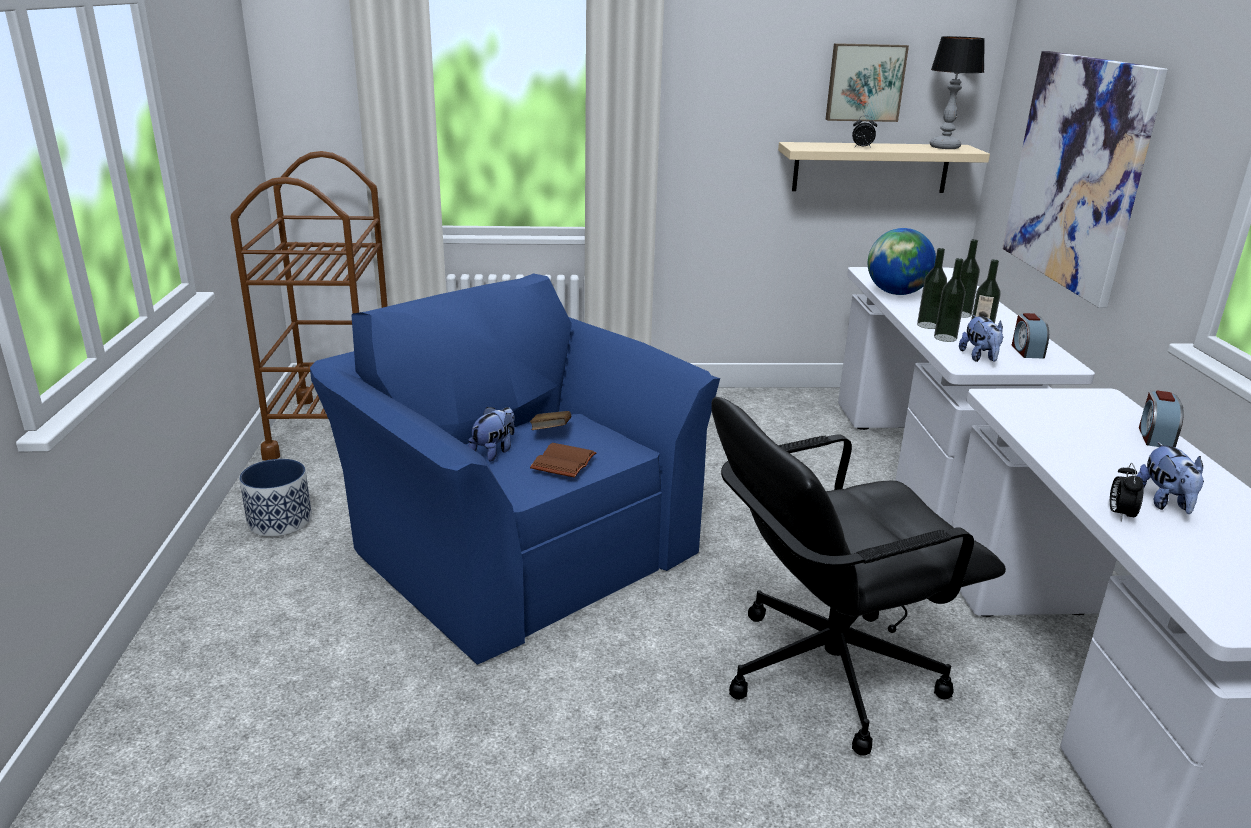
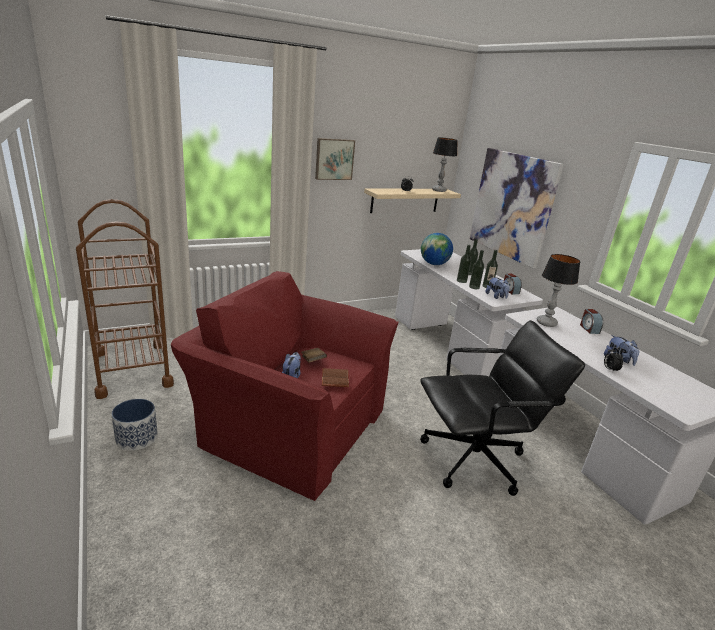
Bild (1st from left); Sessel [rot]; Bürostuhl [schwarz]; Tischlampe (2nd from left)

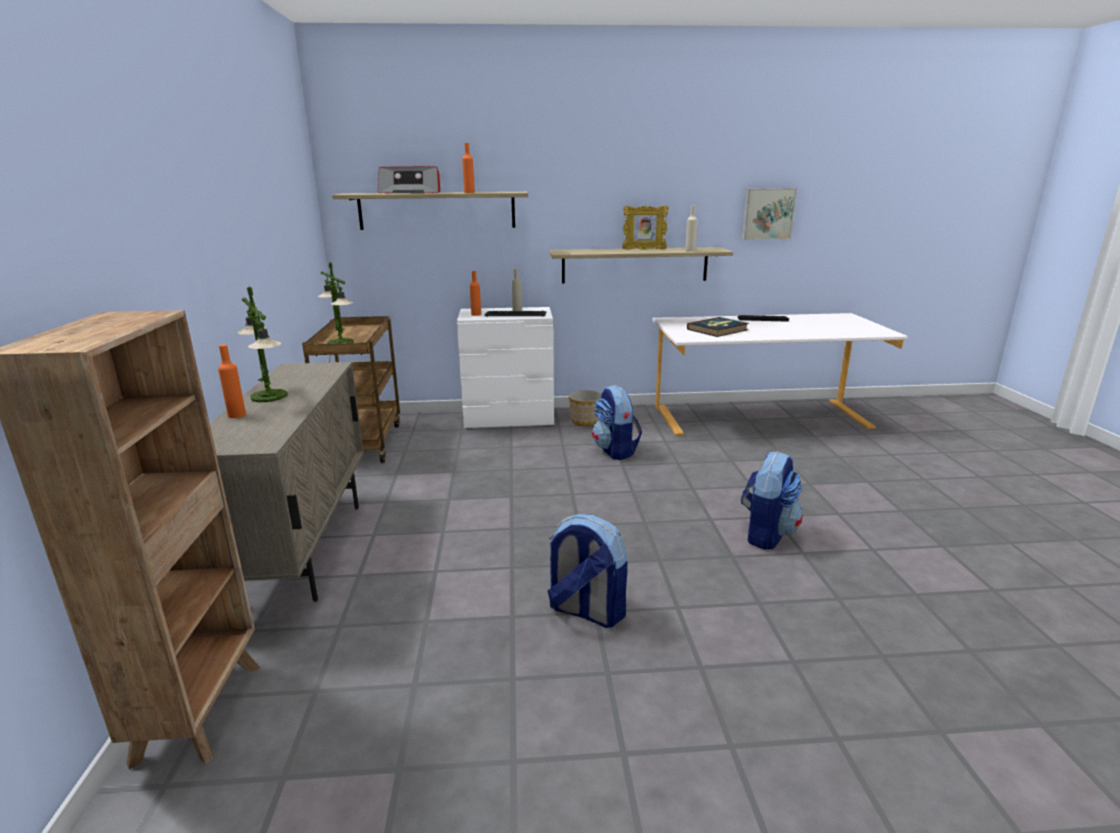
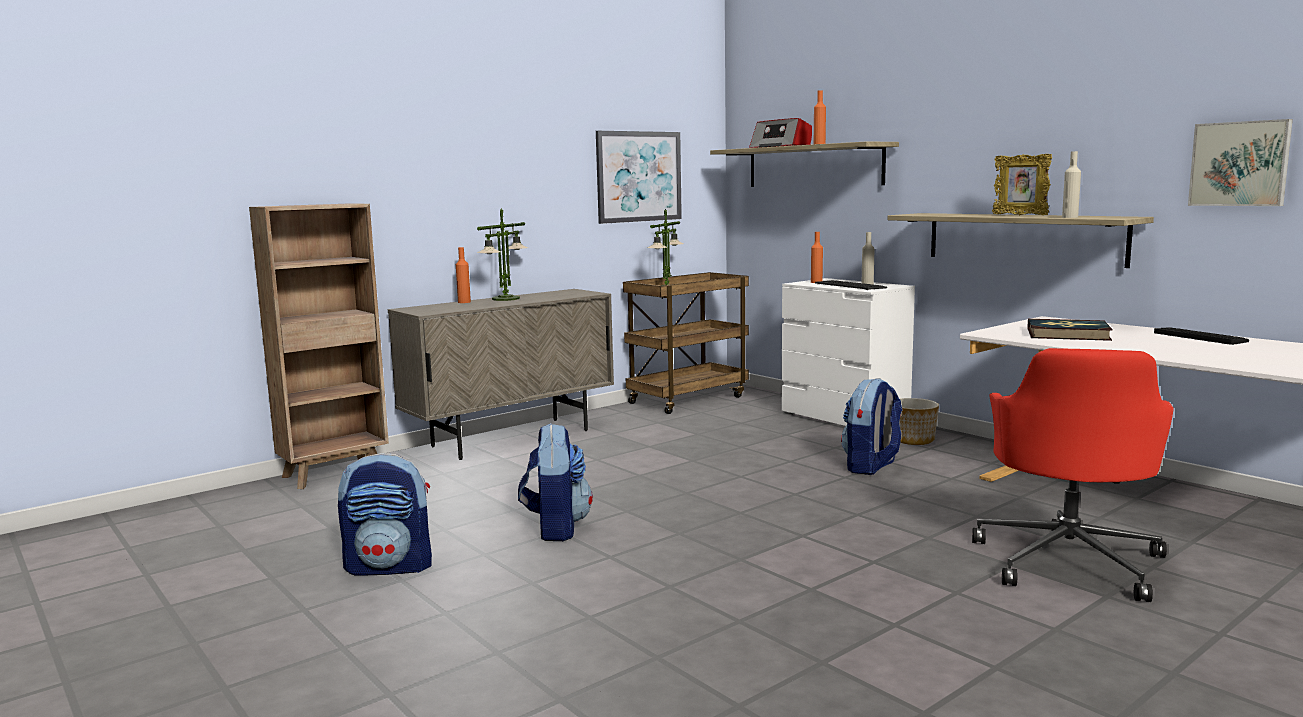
Rucksack (1st from left); Bild (1st from left); Bürostuhl [rot]

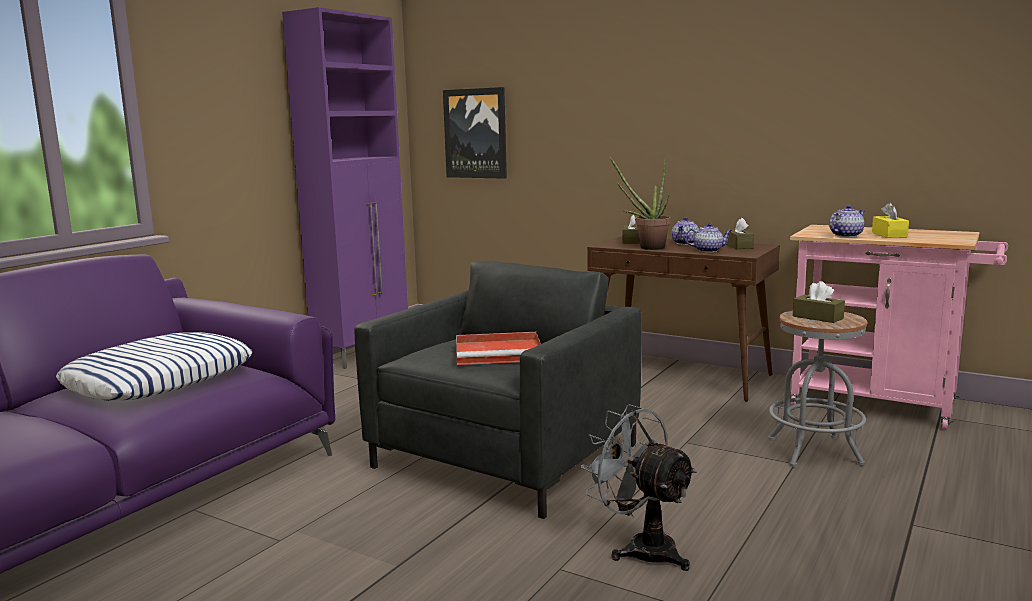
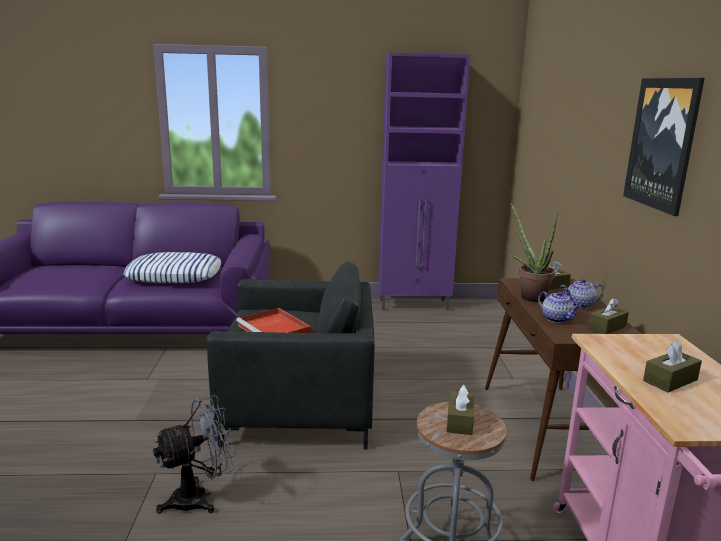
Bild; Taschentuchbox [braun] (4th from left); Teekanne (3rd from left in the first image); Ventilator [grau]

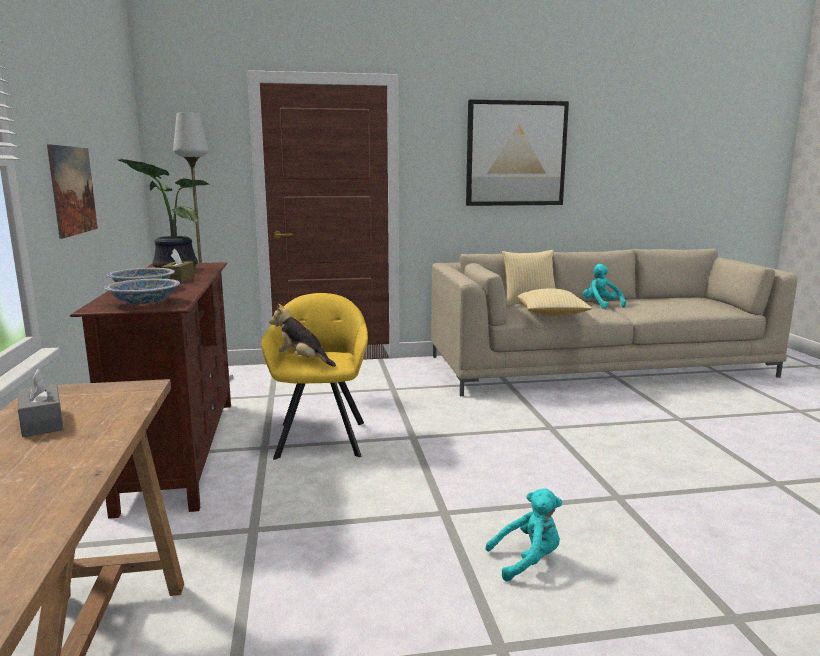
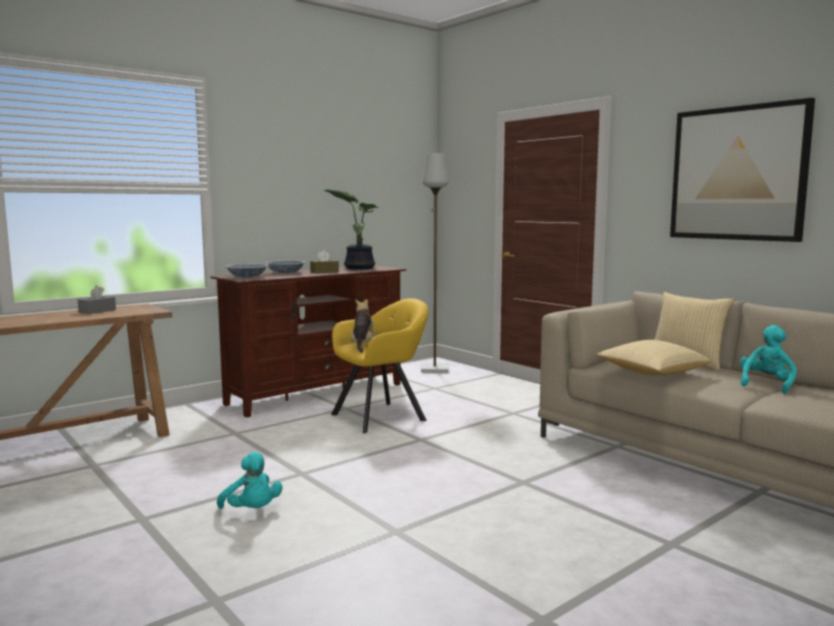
Bild (1st from left in the first image)

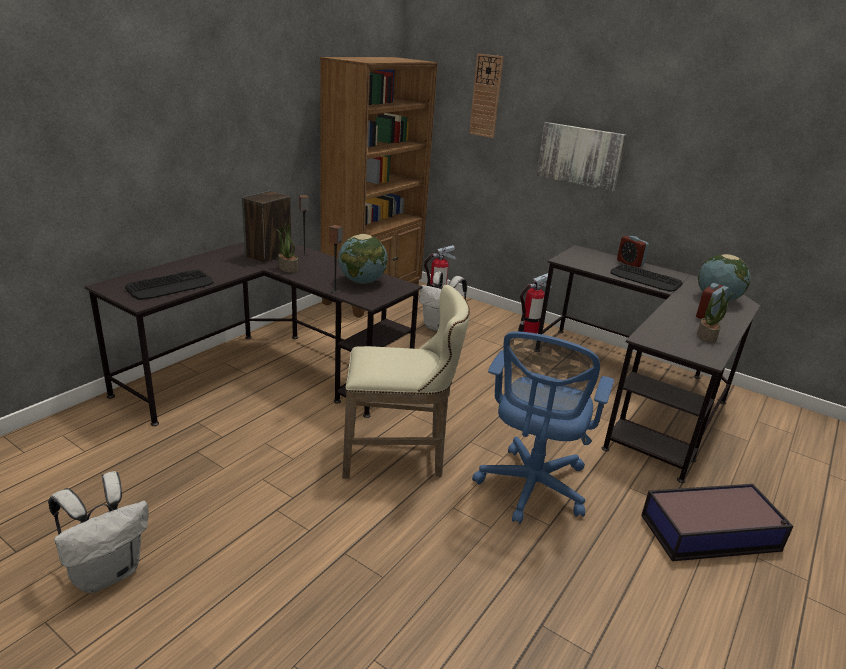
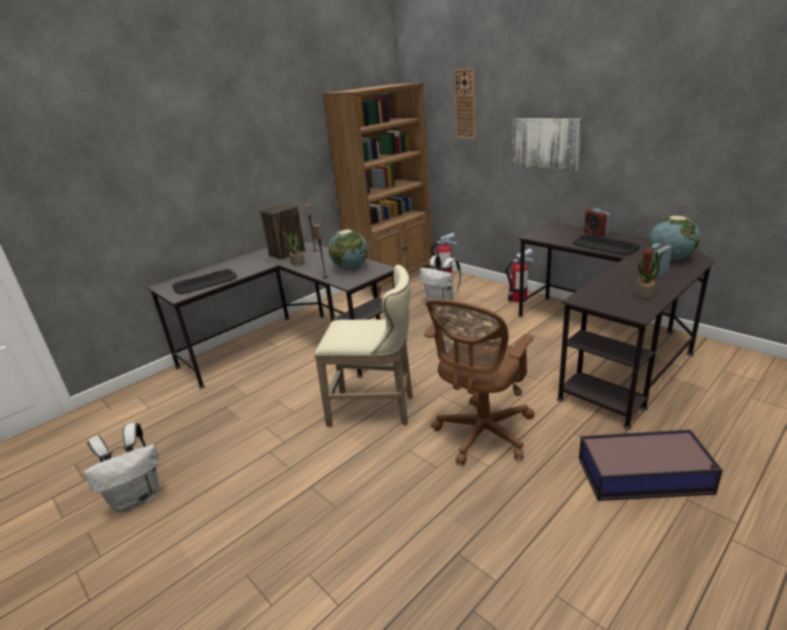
Bürostuhl [braun]

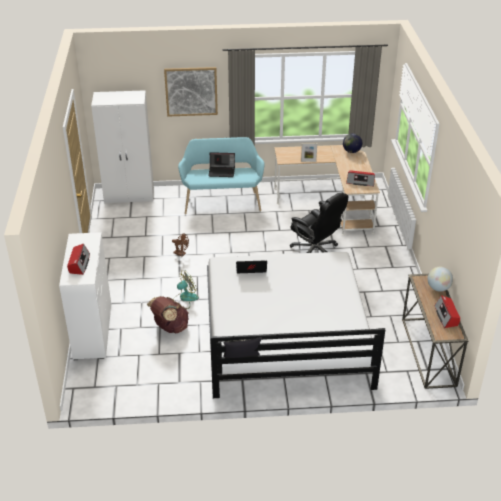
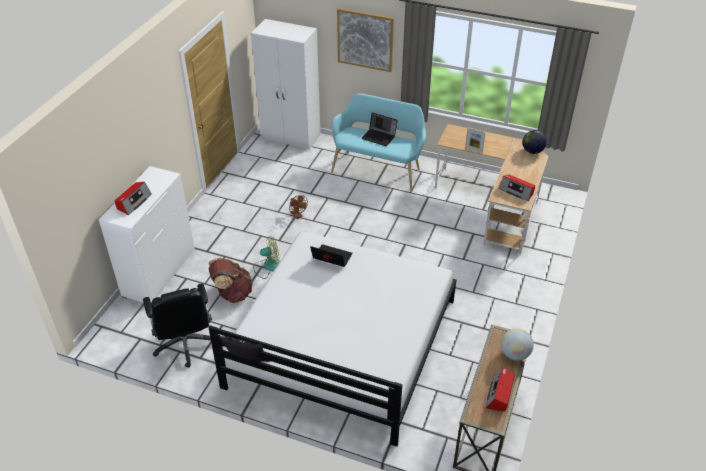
Bürostuhl [schwarz]

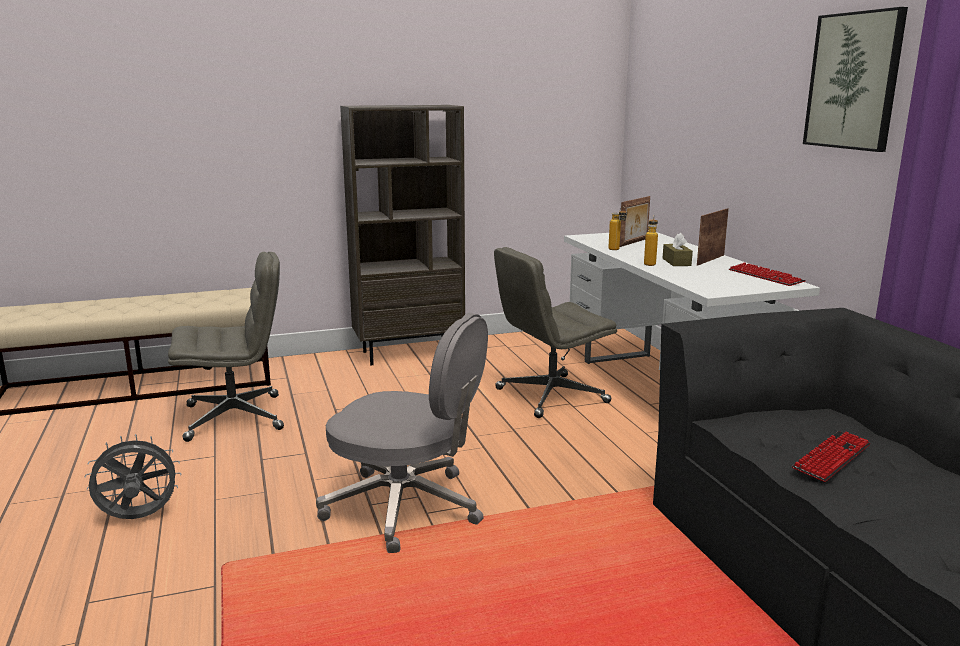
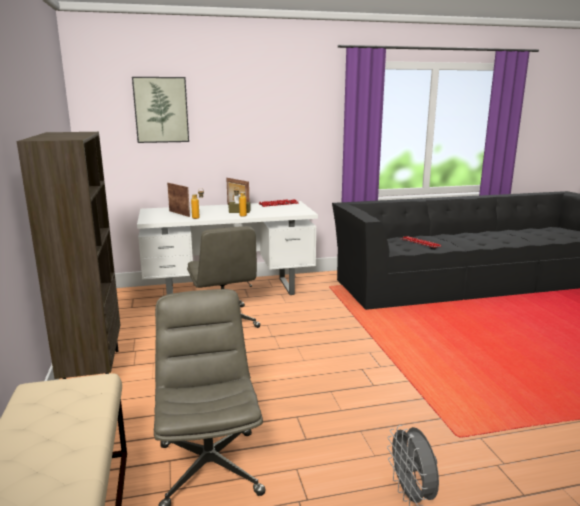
Bild; Bürostuhl [grau] (2nd from left in the first image)

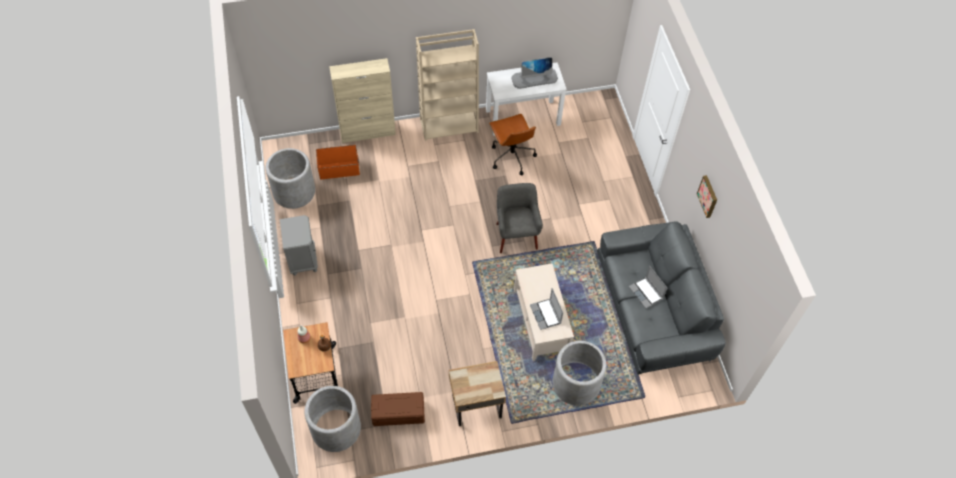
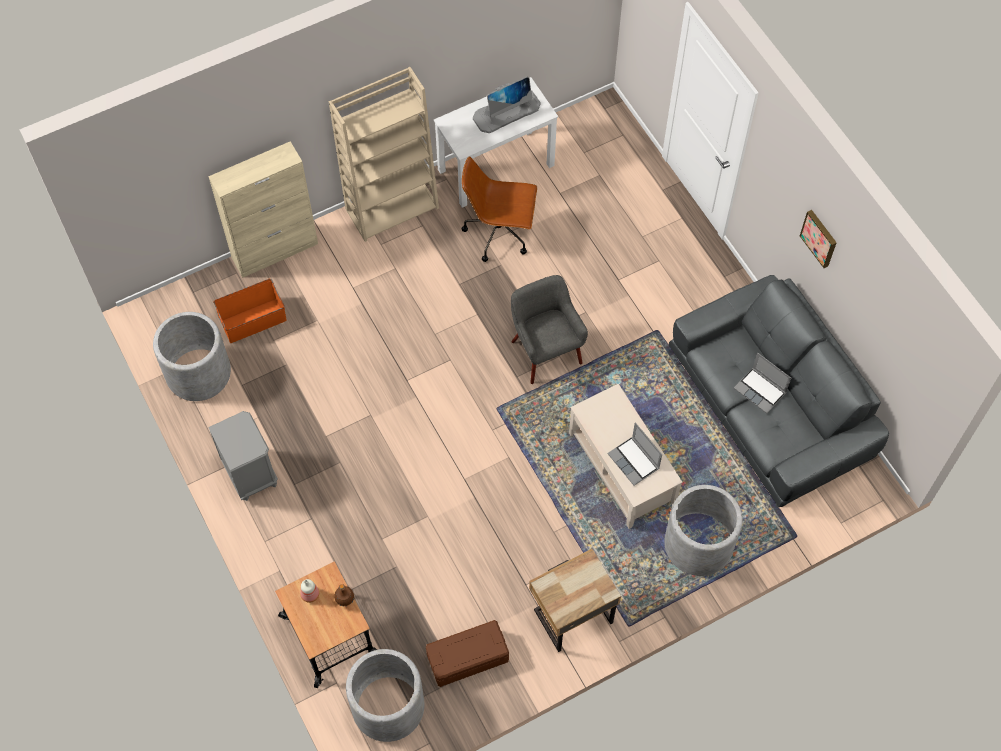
Bürostuhl [braun]

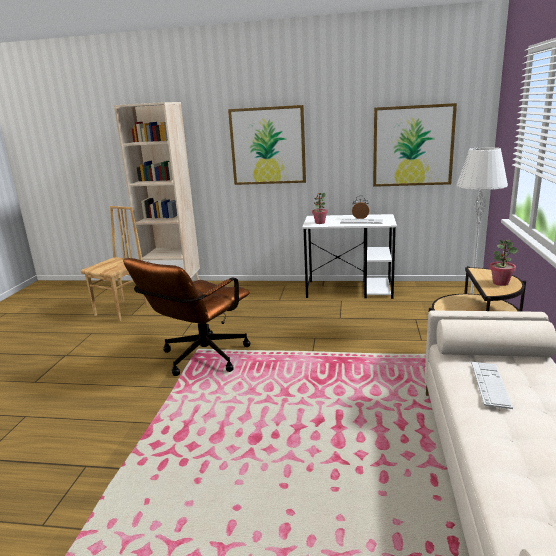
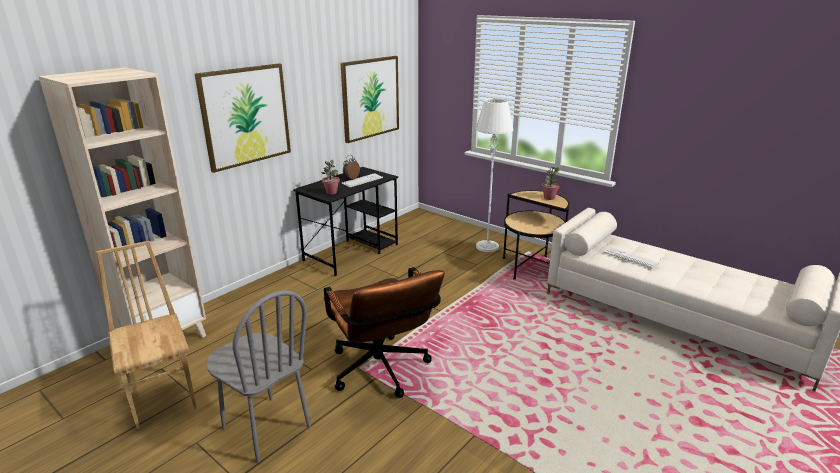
Schreibtisch [schwarz]; Stuhl [grau]

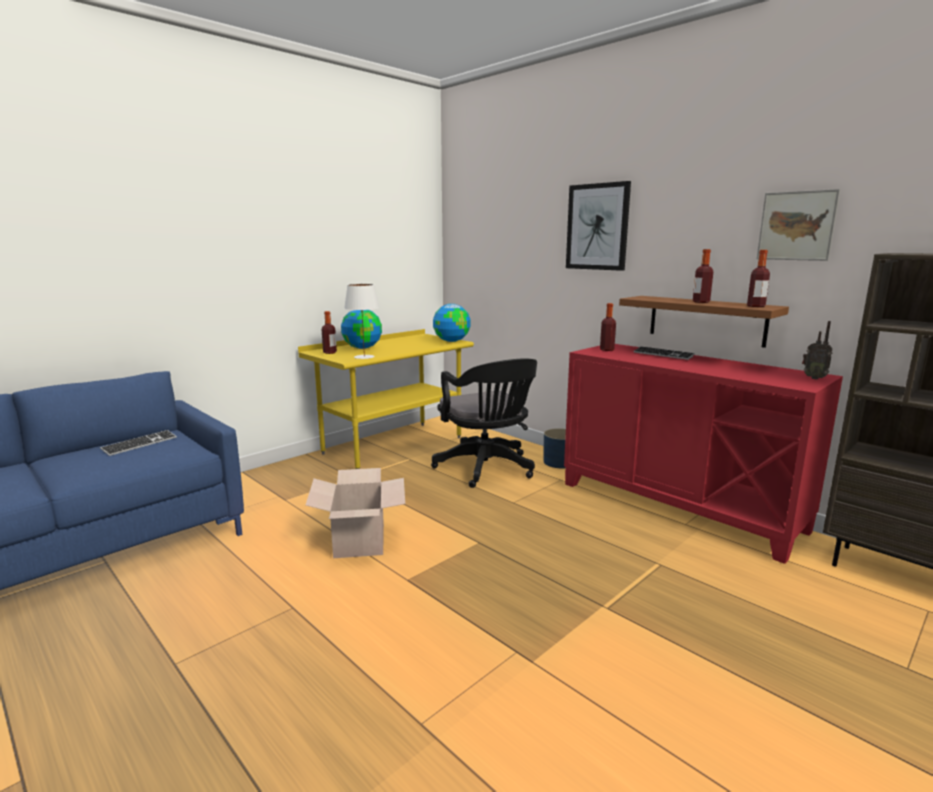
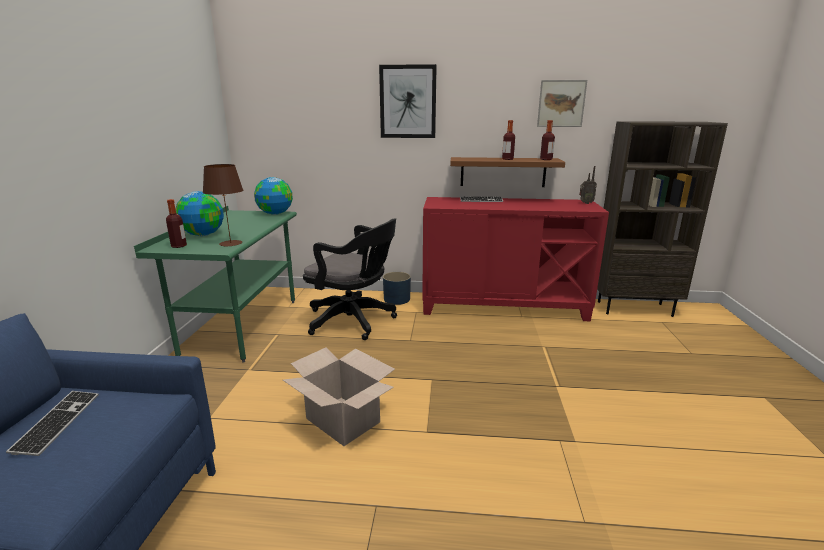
Tischlampe [braun]; Flasche (2nd from left in the first image); Schreibtisch [grün]

